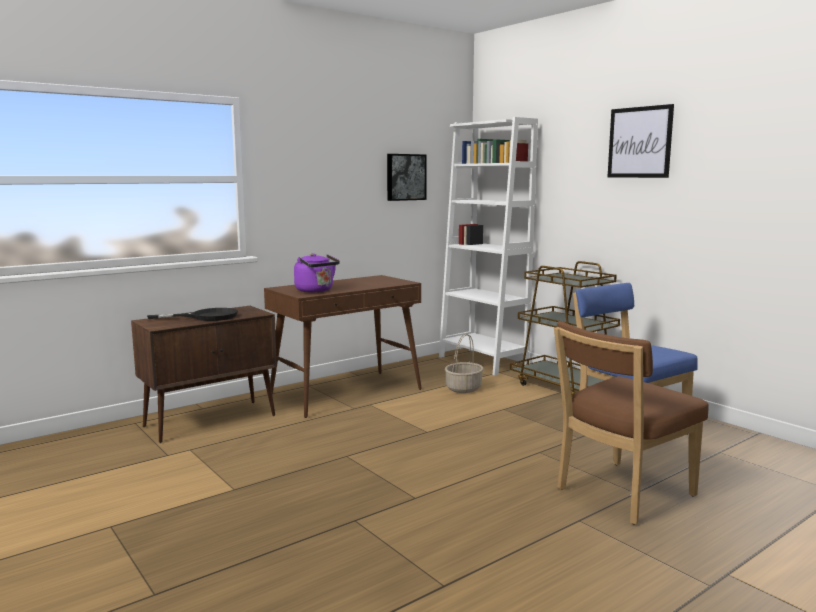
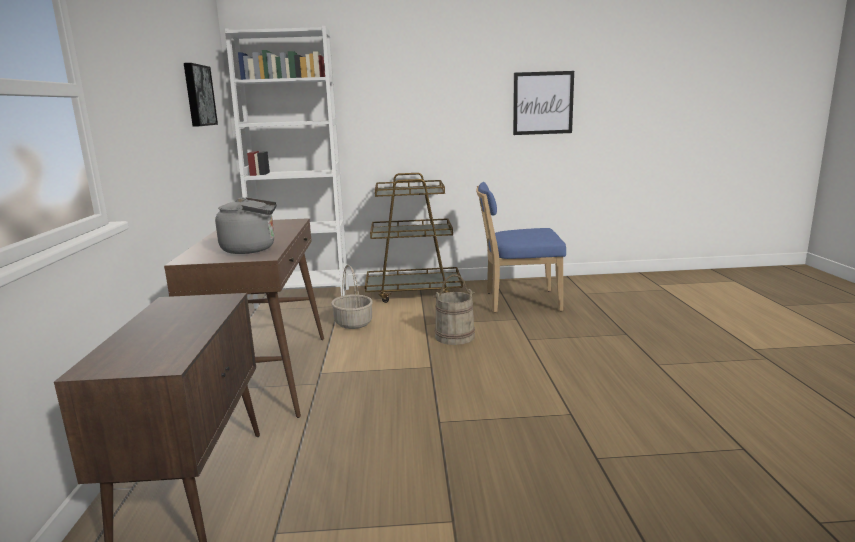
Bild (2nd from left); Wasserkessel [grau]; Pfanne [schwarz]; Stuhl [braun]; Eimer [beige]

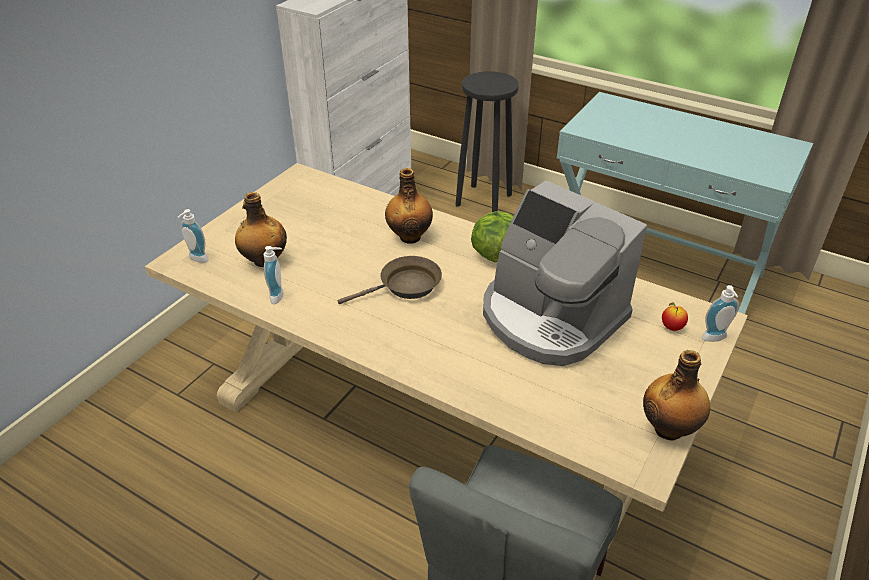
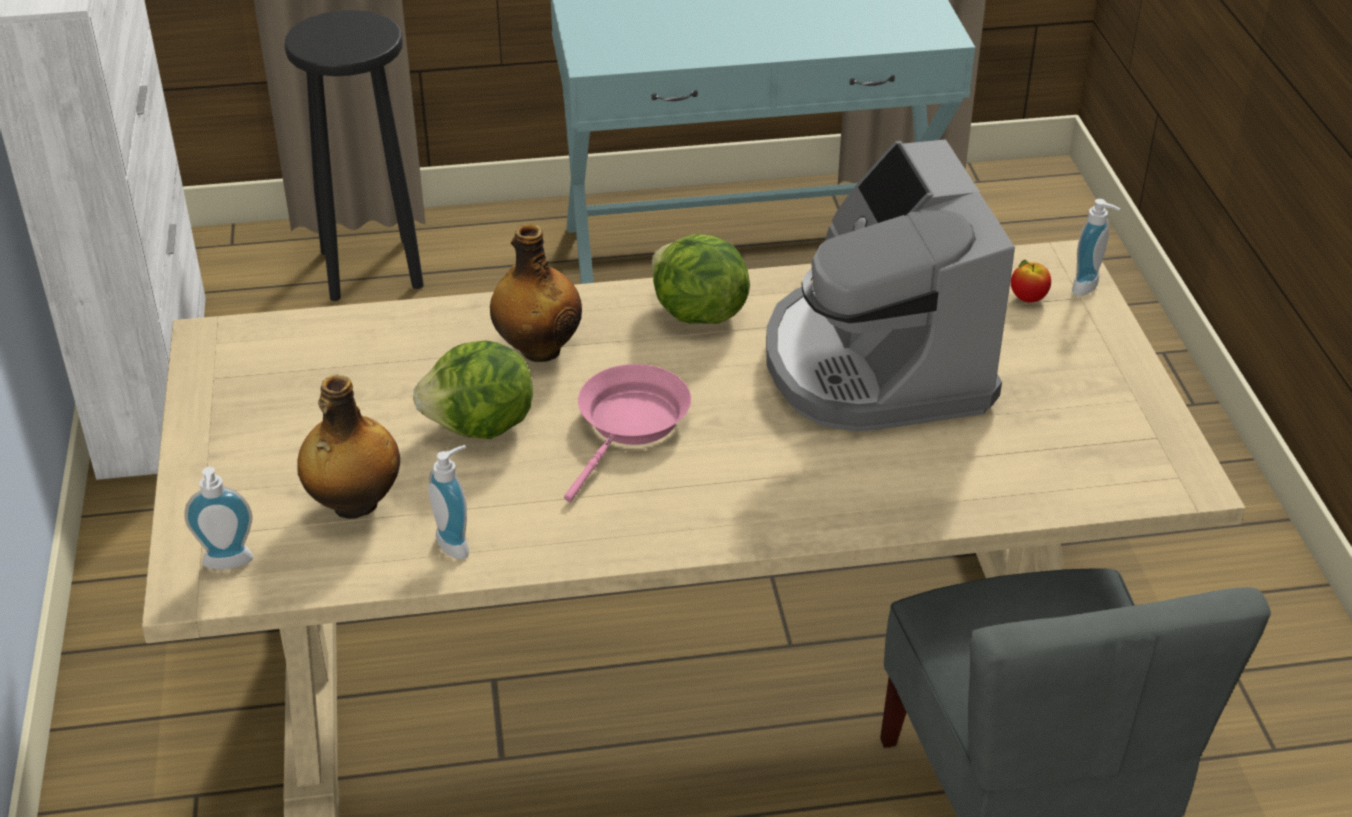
Kaffeemaschine; Pfanne [rosa]; Flasche (3rd from left in the first image); Salatkopf (1st from left)

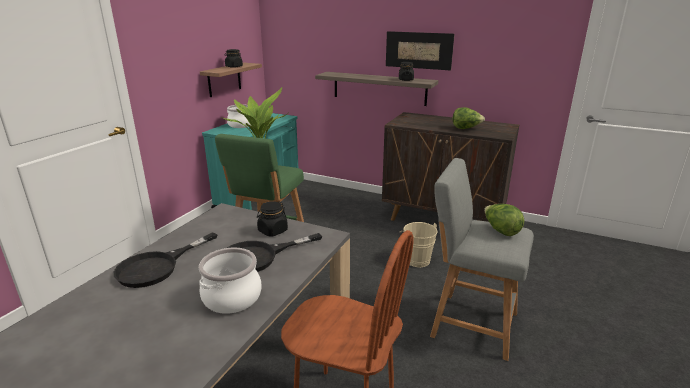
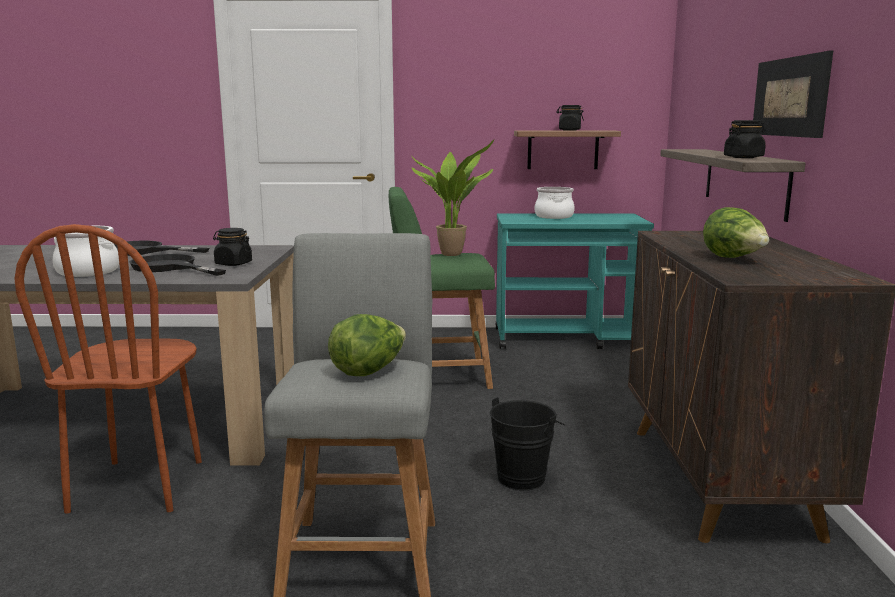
Eimer [schwarz]

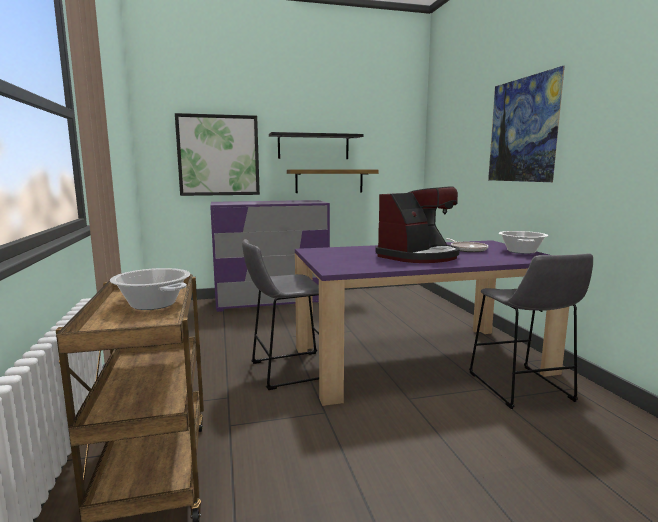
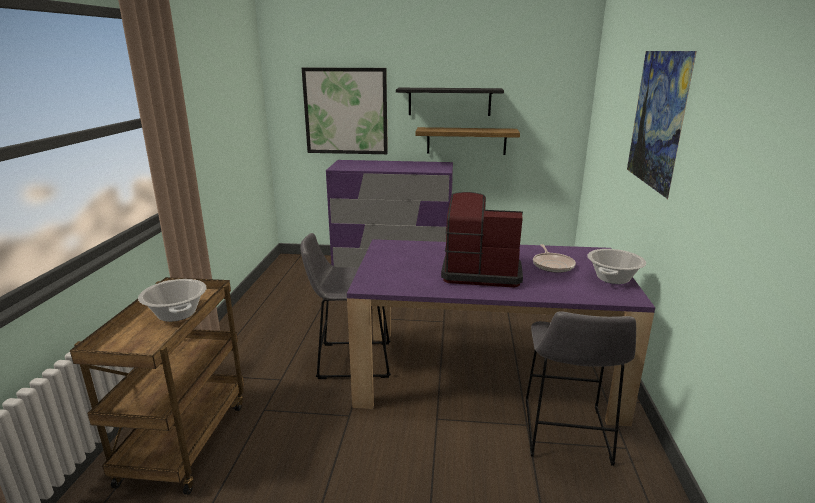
Kaffeemaschine

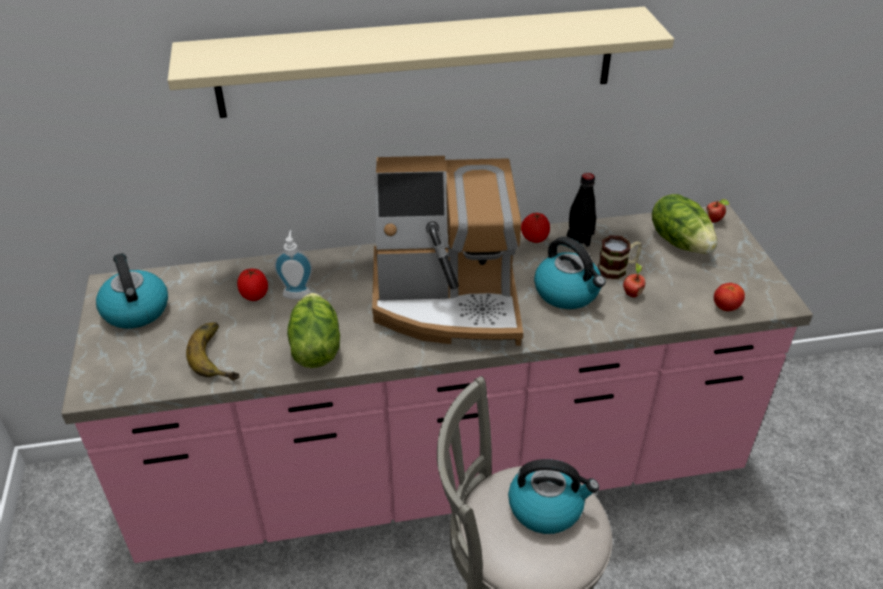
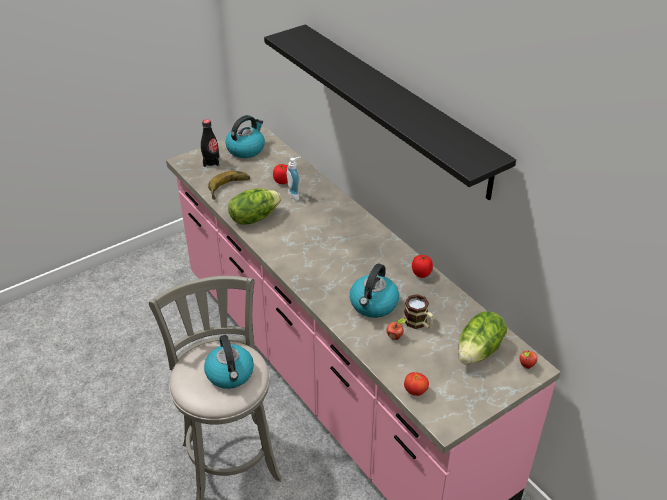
Wandregal [schwarz]; Kaffeemaschine; Flasche [schwarz]

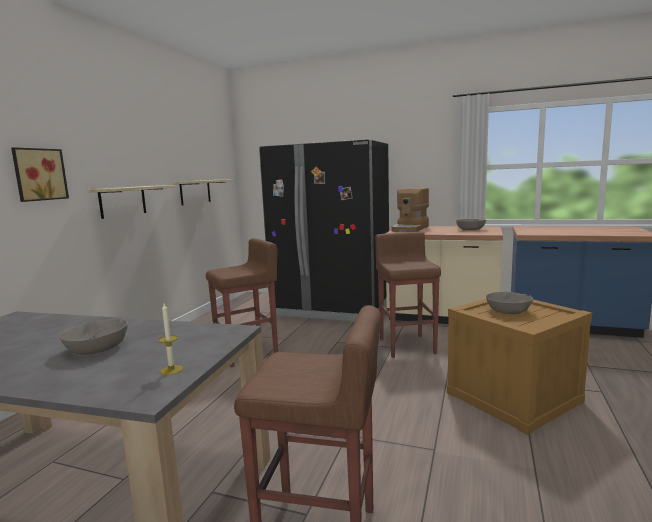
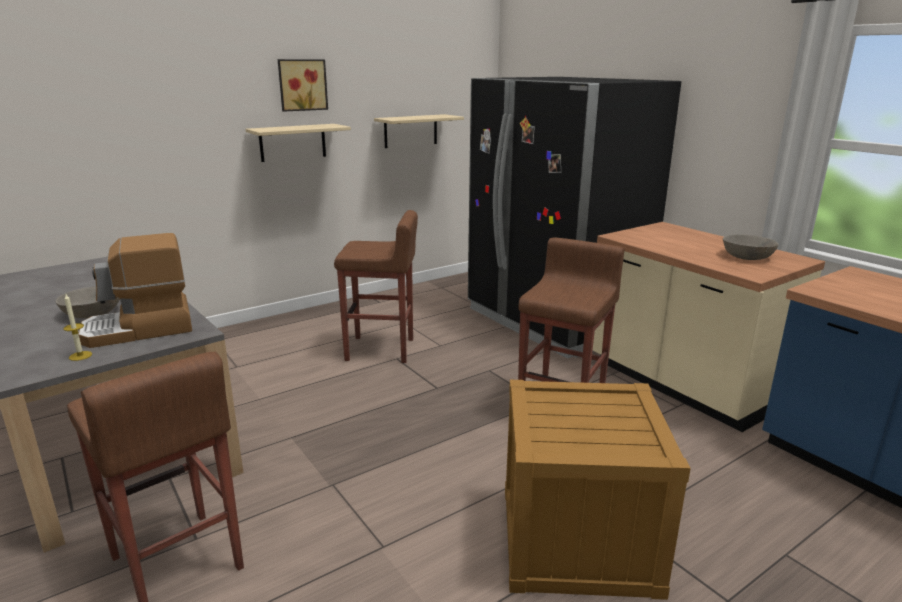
Bild; Kaffeemaschine; Schüssel [grau] (3rd from left in the first image)

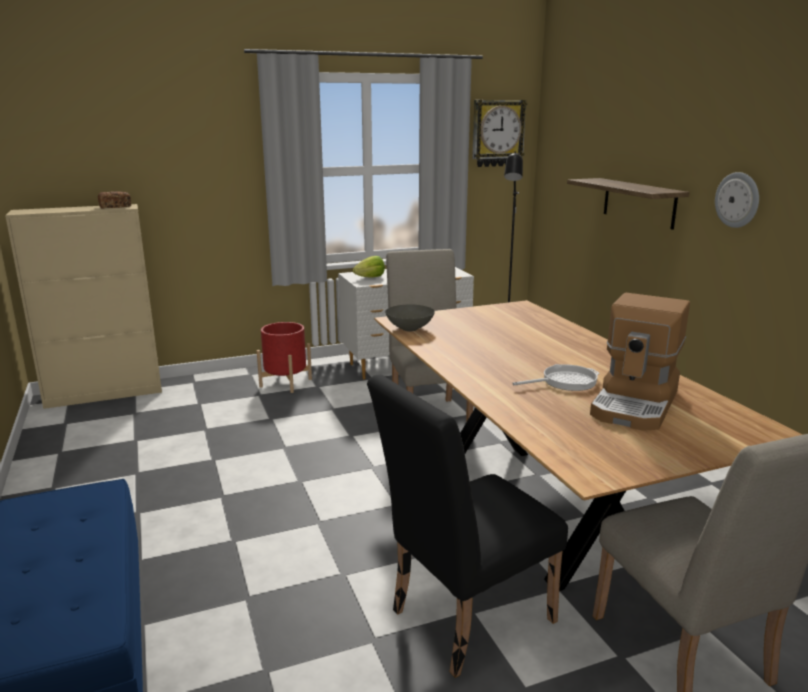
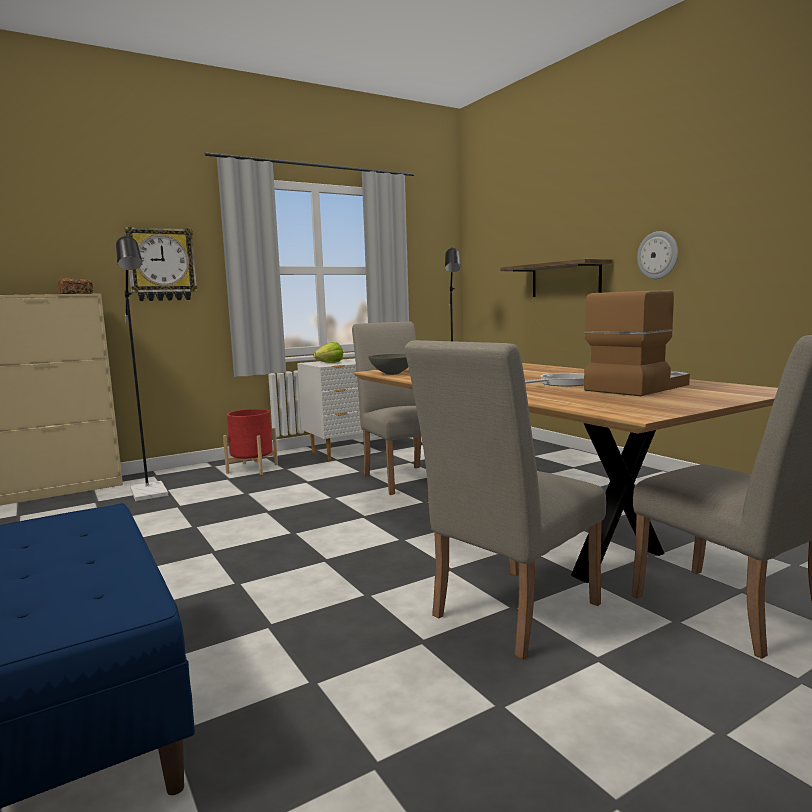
Wanduhr (1st from left); Kaffeemaschine; Stuhl [beige] (2nd from left); Stehlampe [schwarz] (1st from left)

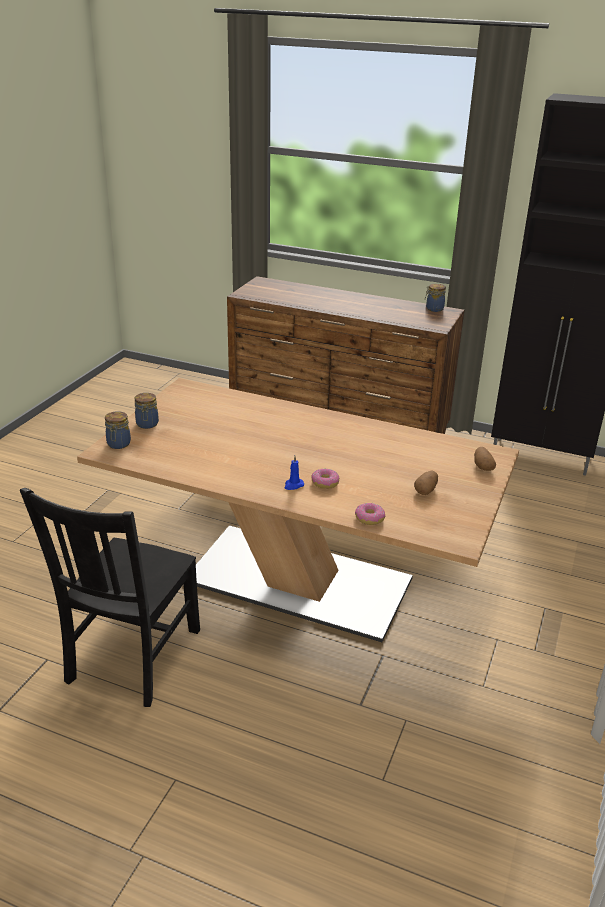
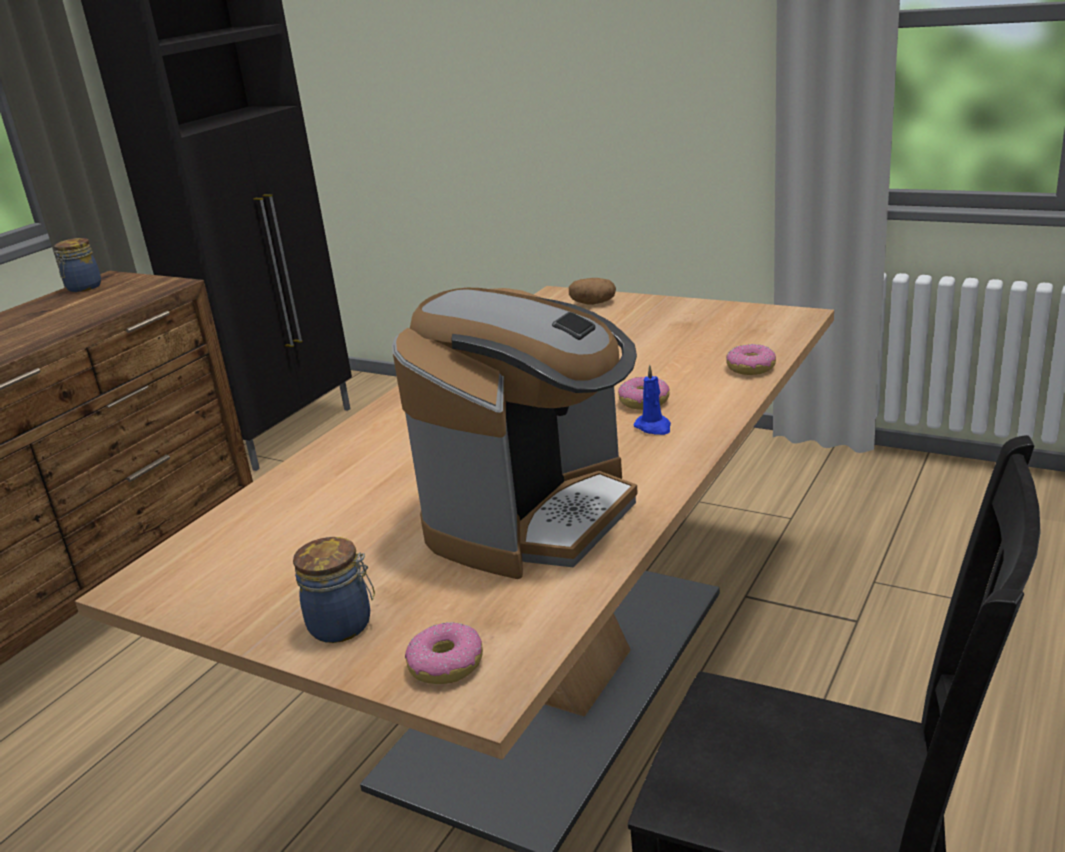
Donut (1st from left); Kartoffel (1st from left in the first image); Kaffeemaschine

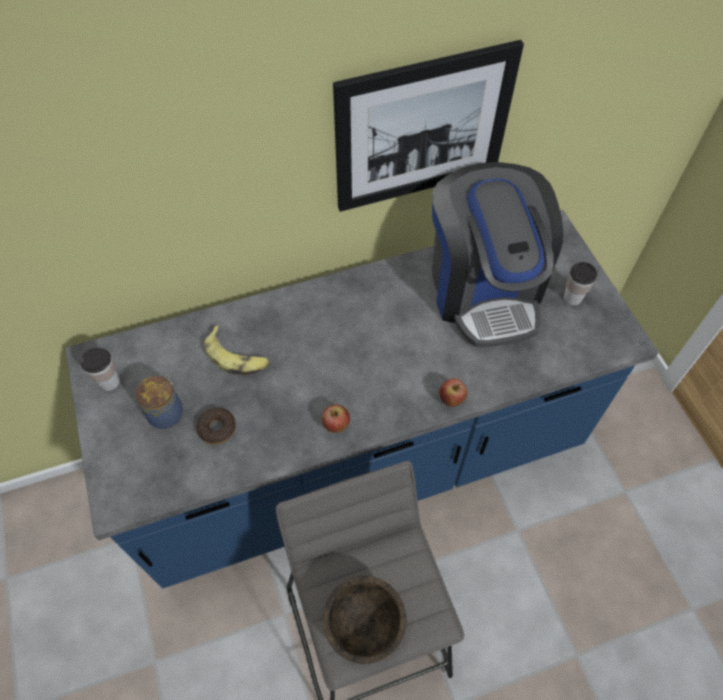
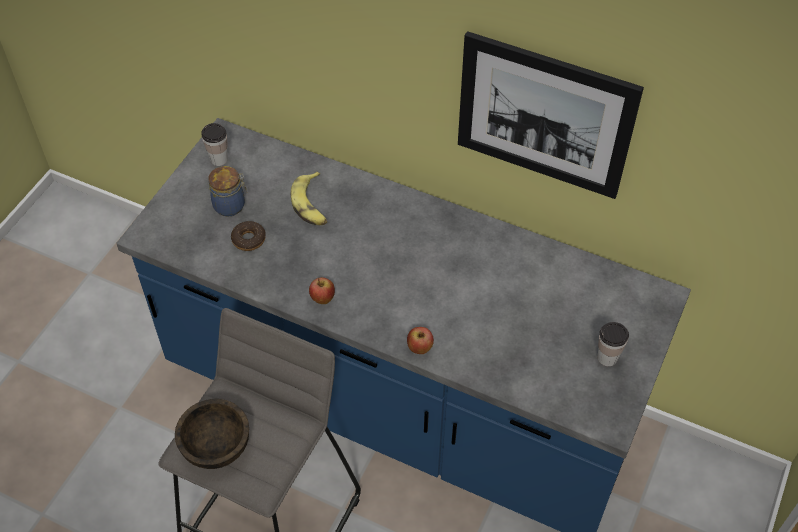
Kaffeemaschine

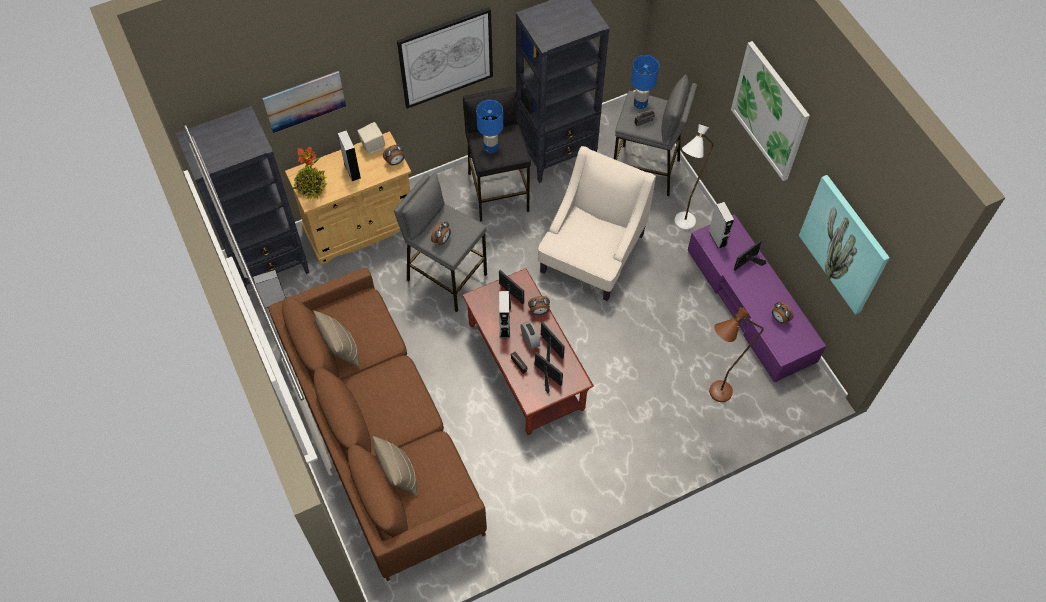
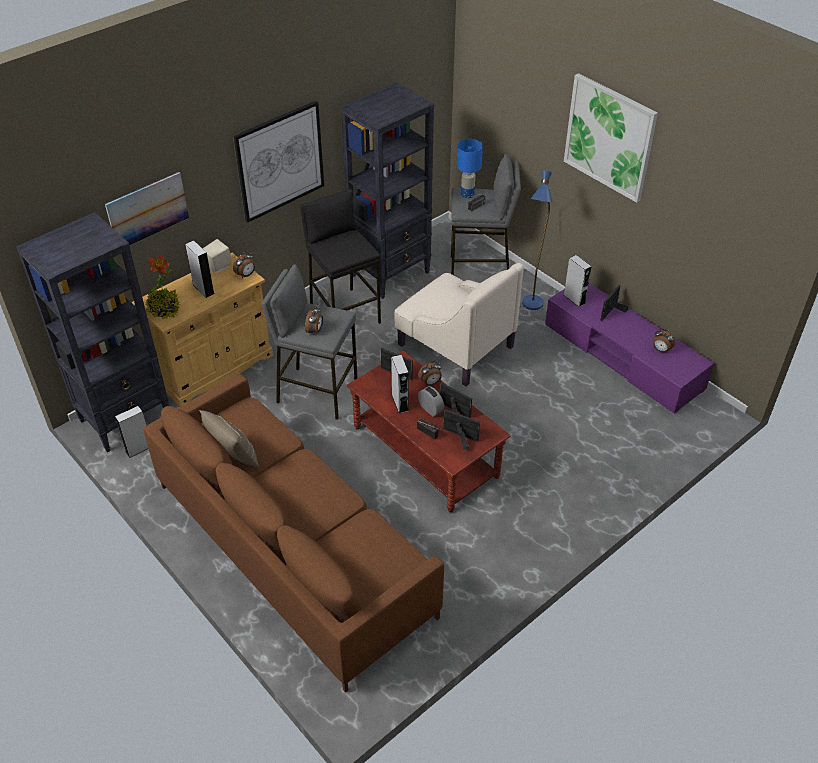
Tischlampe [blau] (1st from left in the first image); Stehlampe [blau]; Sessel [beige]; Bild (4th from left in the first image); Stehlampe [braun]; Kissen [beige] (2nd from left in the first image)

